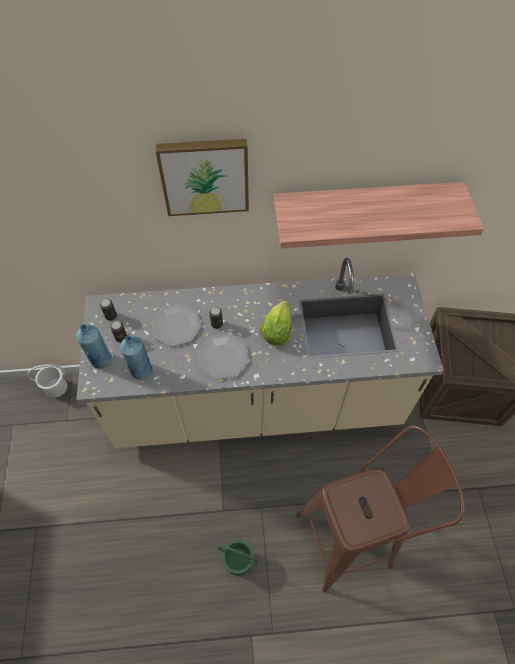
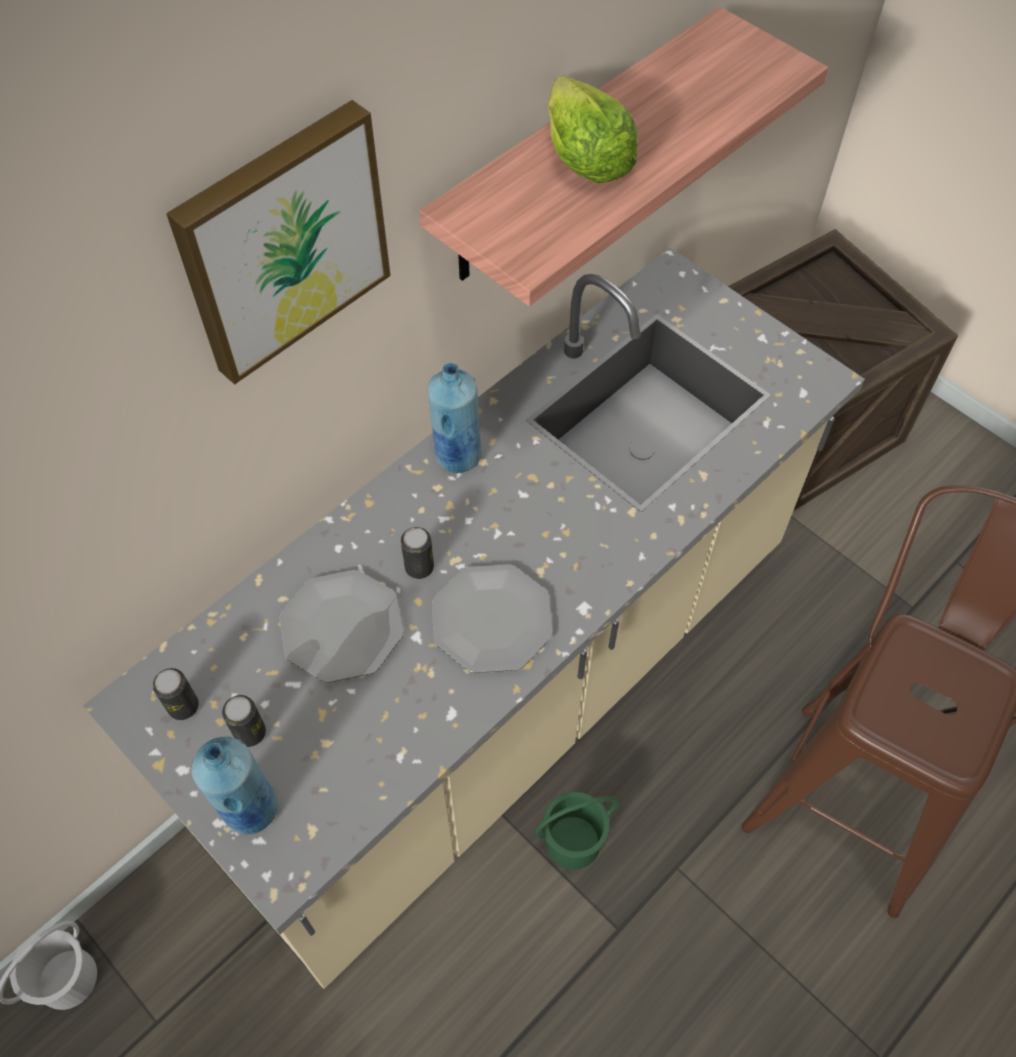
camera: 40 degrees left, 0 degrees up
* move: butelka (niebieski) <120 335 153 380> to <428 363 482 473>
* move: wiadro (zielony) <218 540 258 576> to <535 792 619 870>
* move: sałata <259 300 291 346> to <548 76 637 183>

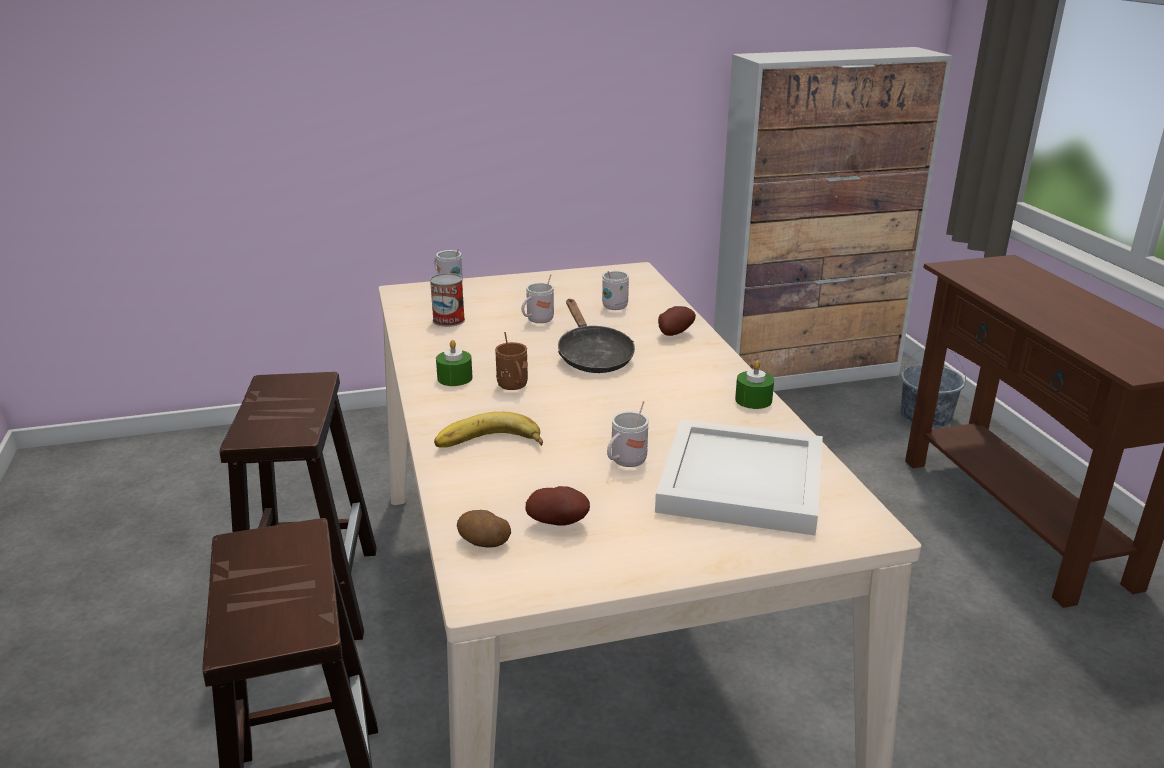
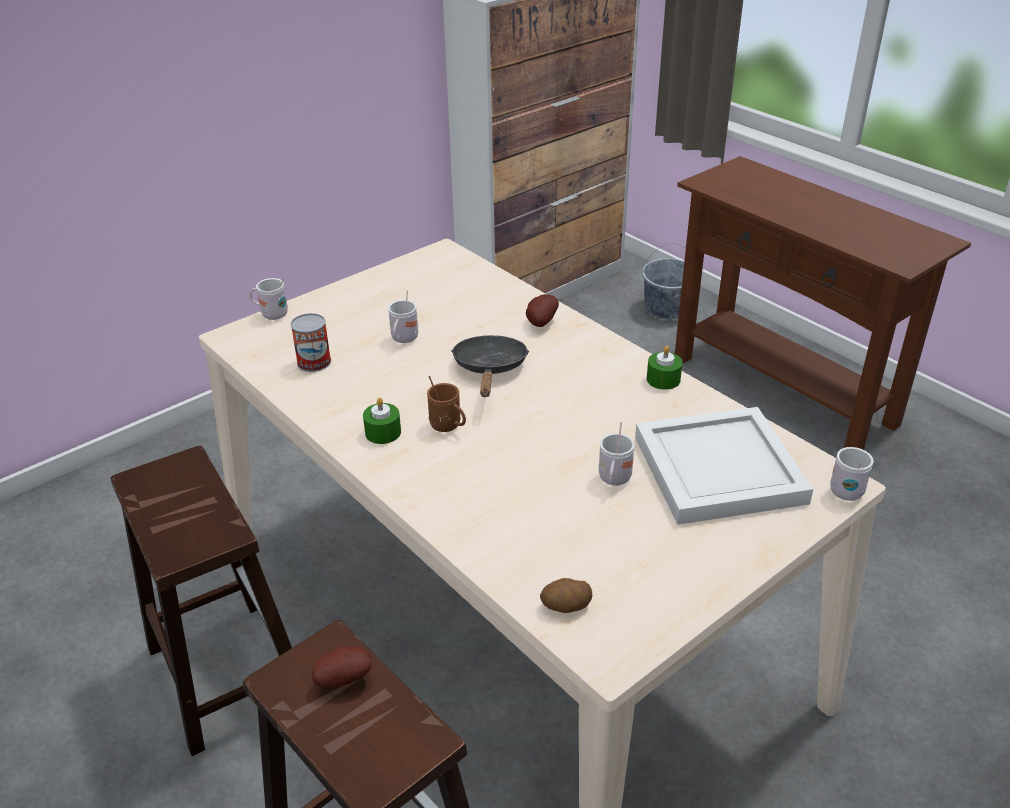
camera: 25 degrees left, 10 degrees up
* delete: banan <434 411 543 448>
* move: ziemniak <525 486 590 526> to <312 645 372 687>
* rotate: patelnia (czarny) <558 299 635 373> = <451 335 529 397> 135 degrees counterclockwise
* move: kubek (biały) <602 271 629 310> to <830 447 874 501>

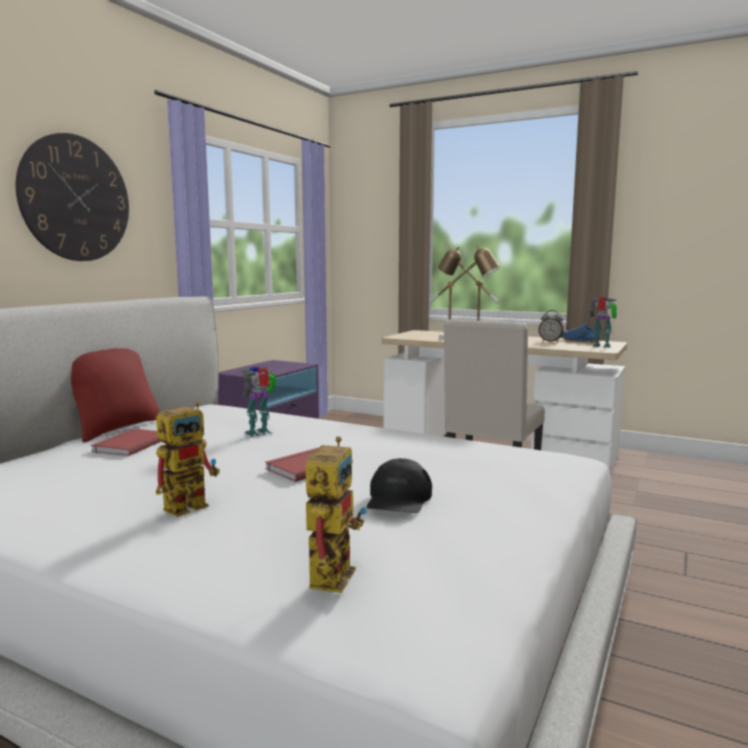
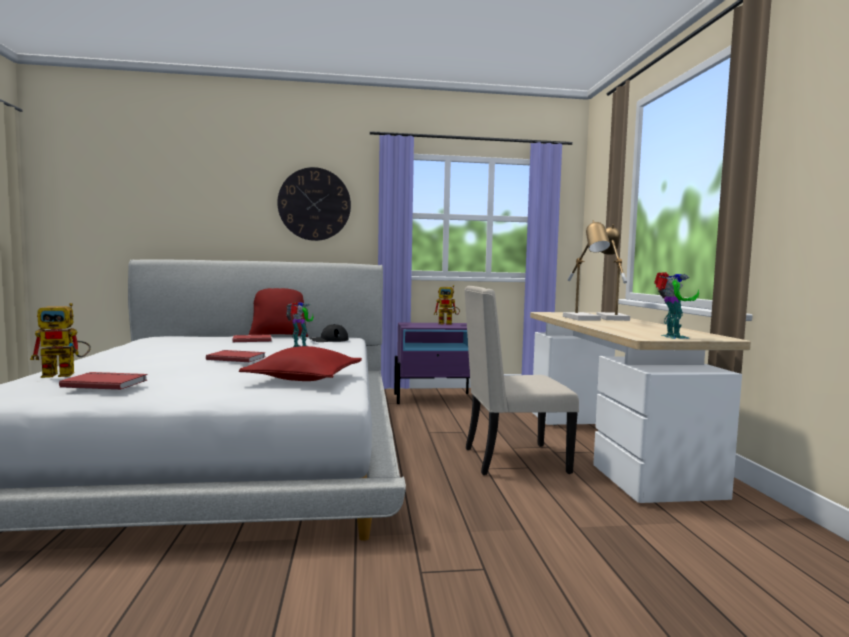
camera: 55 degrees right, 5 degrees down
* move: robot zabawkowy <156 401 220 517> to <434 285 460 325>
* move: czapka z daszkiem (czarny) <367 458 432 513> to <309 324 348 342>
* delete: budzik <539 310 564 342>
* delete: but (niebieski) <561 323 601 343>
* insert: książka (czerwony) <59 372 147 390>
* insert: poduszka (czerwony) <239 346 362 381>

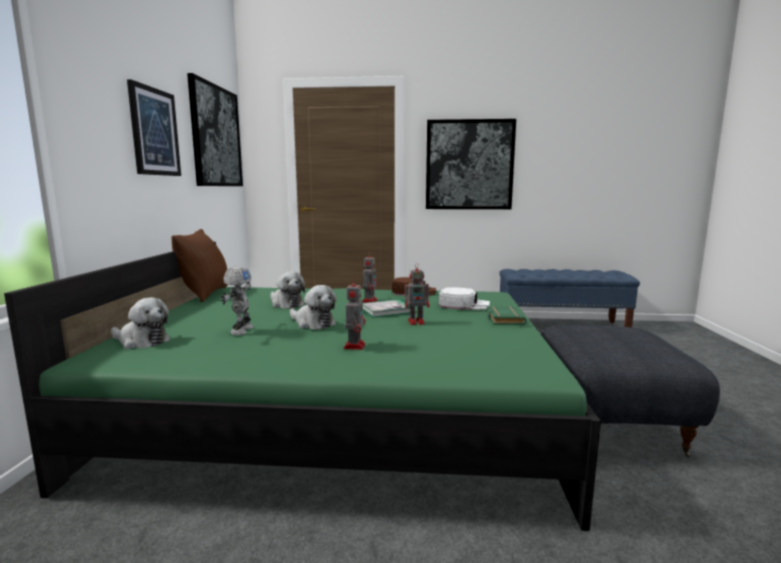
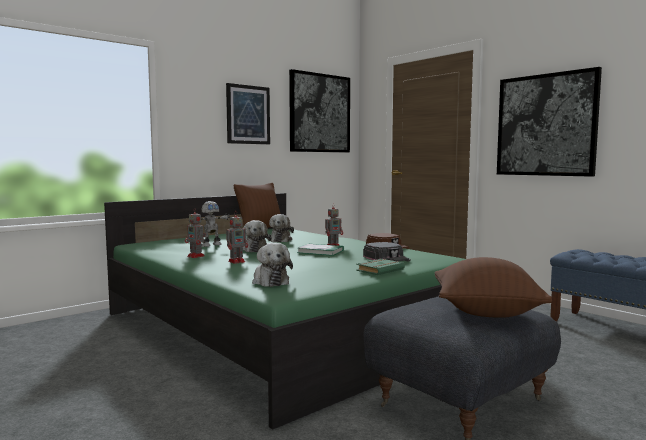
camera: 45 degrees right, 5 degrees down
* move: pluszak <111 297 170 349> to <252 242 293 287>
* move: robot zabawkowy <405 263 430 325> to <185 208 206 258>
* recolor: czapka z daszkiem (biały) <439 287 490 310> to czapka z daszkiem (czarny) <363 242 411 261>
* insert: poduszka (brązowy) <435 257 552 318>

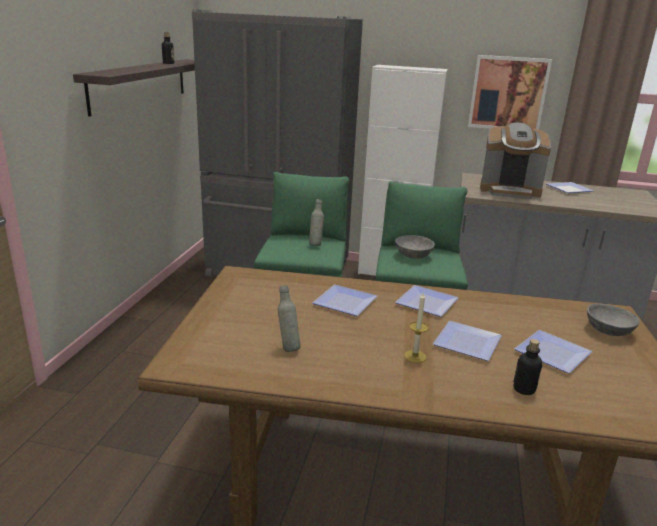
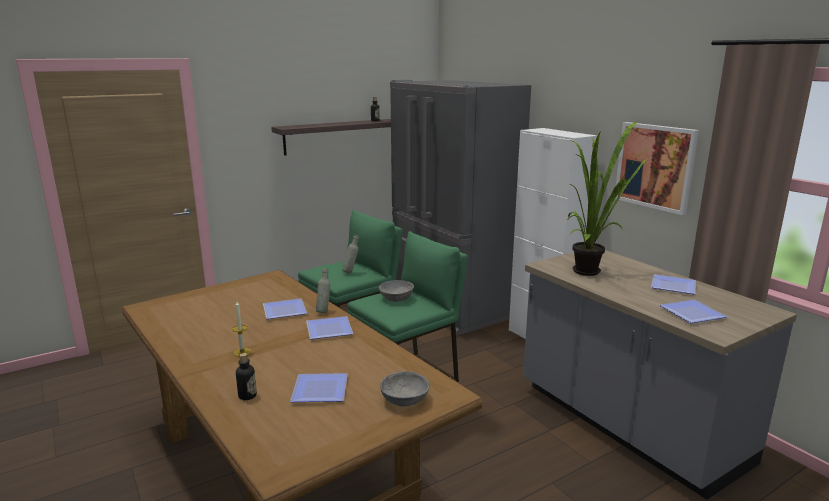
camera: 45 degrees right, 5 degrees down
* move: butelka (szary) <278 285 300 352> to <316 268 330 313>
* move: talerz <433 321 502 361> to <660 300 727 323>
* replace: ekspres do kawy <480 123 551 199> to roślina doniczkowa <568 122 648 276>

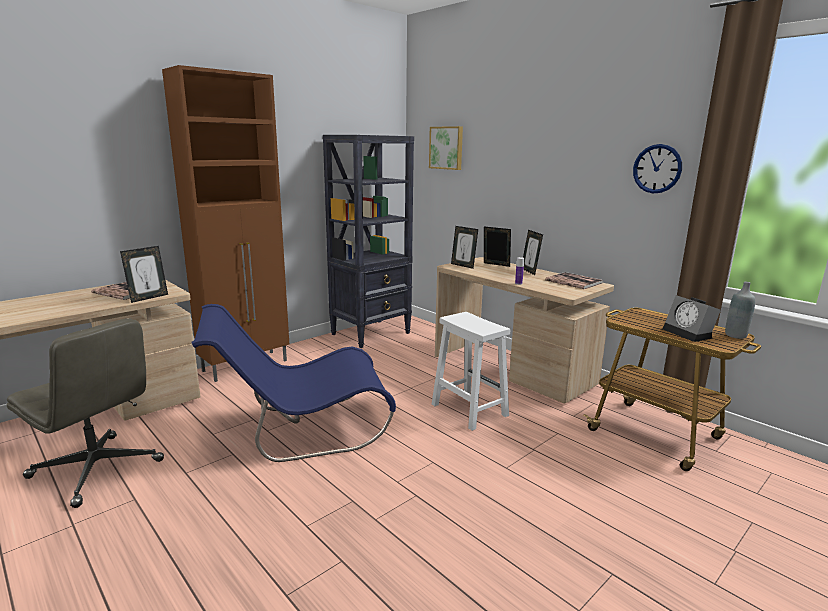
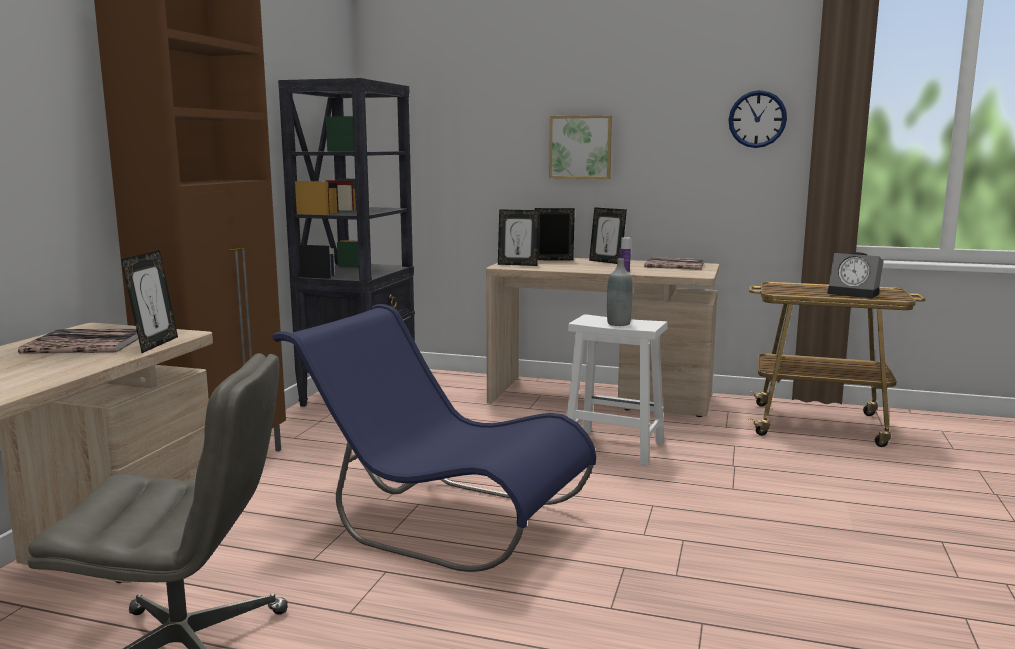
camera: 30 degrees left, 5 degrees down
* rotate: krzesło (niebieski) <192 304 396 462> = <272 304 596 572> 75 degrees clockwise
* move: obraz <429 126 463 170> to <549 115 612 179>
* move: butelka (szary) <725 282 755 339> to <607 258 632 326>

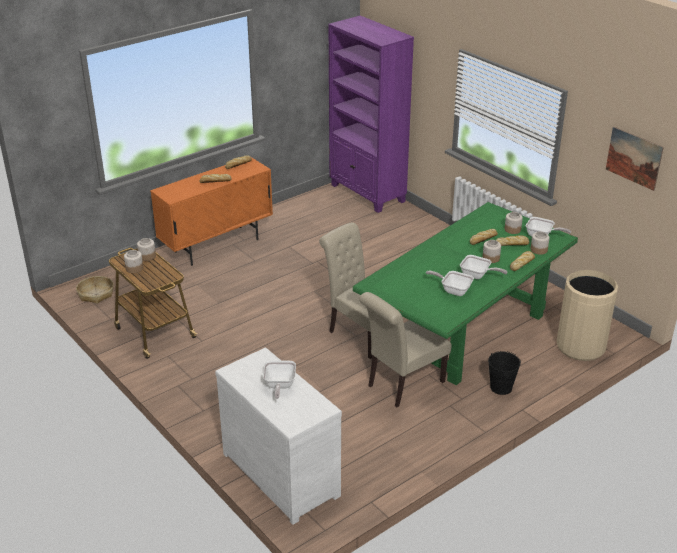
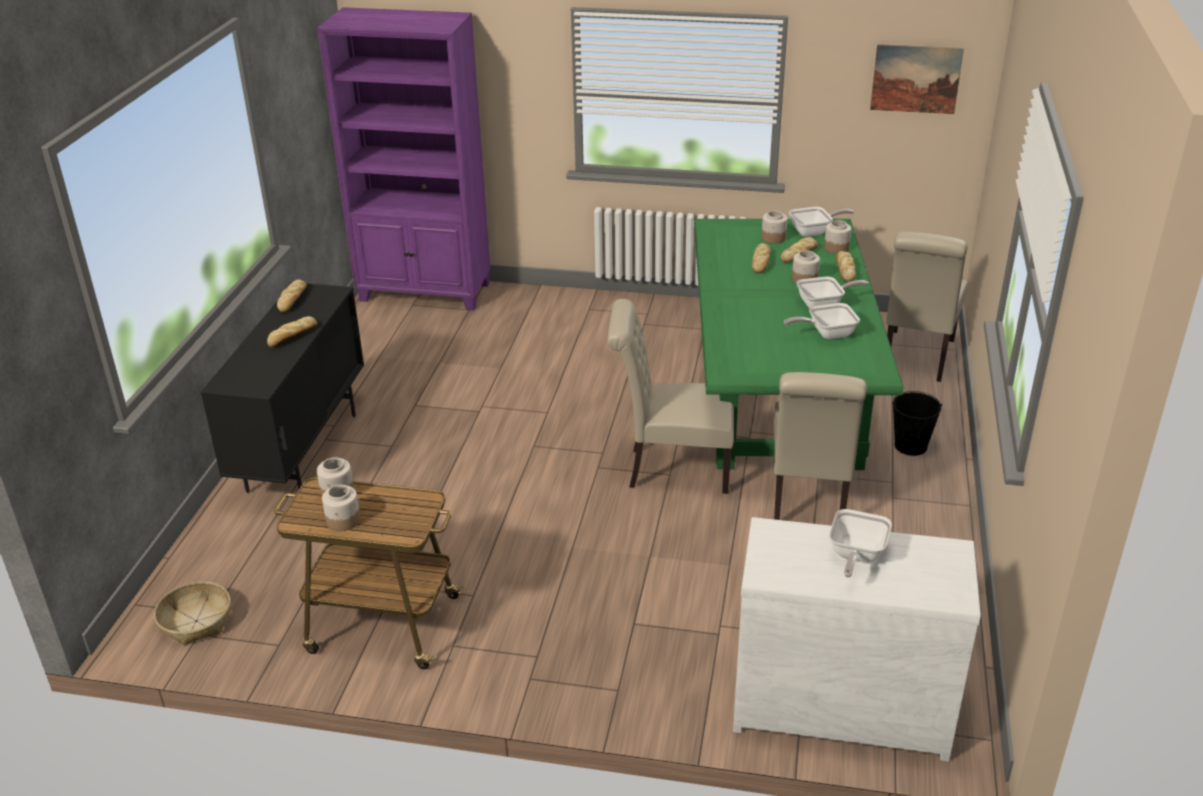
camera: 40 degrees left, 0 degrees up
* recolor: szafka (pomarańczowy) <150 157 273 266> to szafka (czarny) <200 283 364 493>
* rotate: patelnia <263 361 296 399> = <829 509 892 578> 60 degrees clockwise
* replace: kosz na śmieci (beżowy) <556 270 618 361> to krzesło (beżowy) <886 232 968 382>

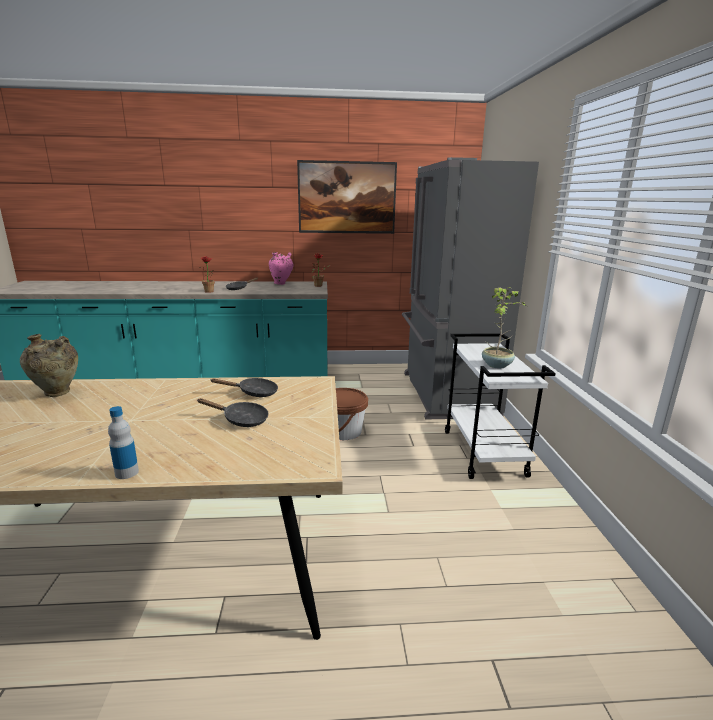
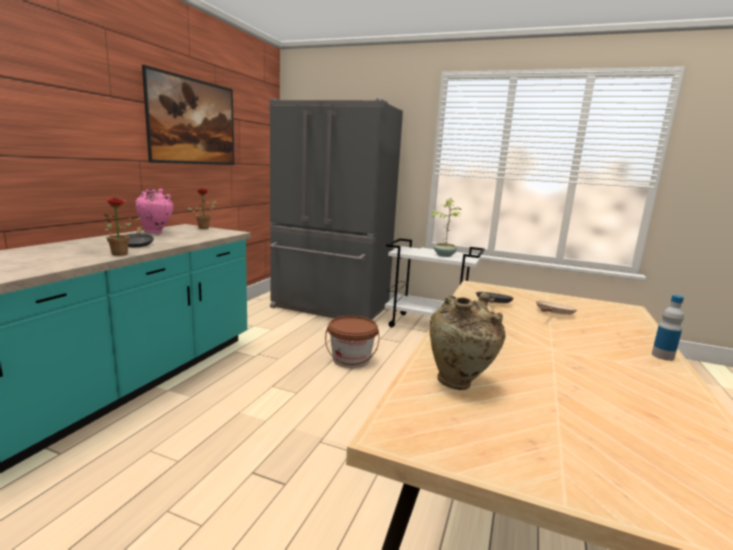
camera: 65 degrees left, 5 degrees down
* recolor: patelnia (czarny) <198 398 269 427> to patelnia (beżowy) <536 301 577 315>

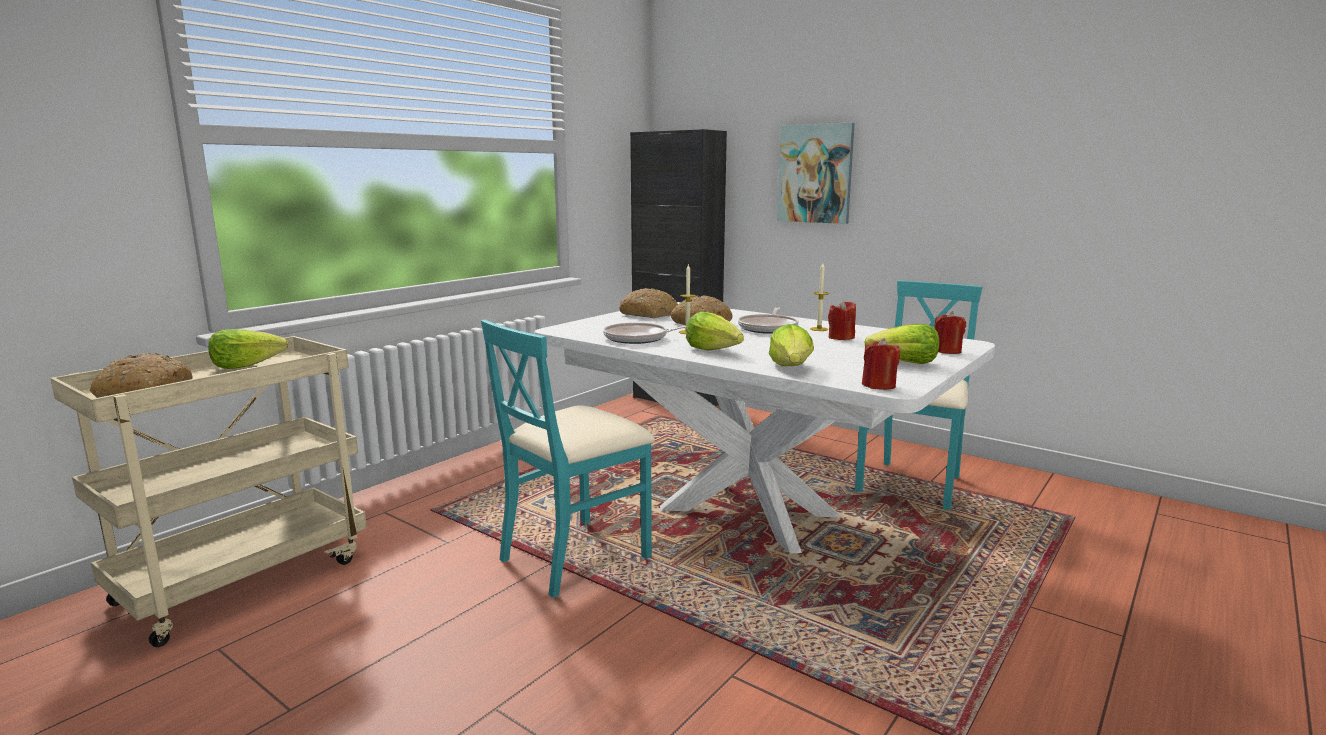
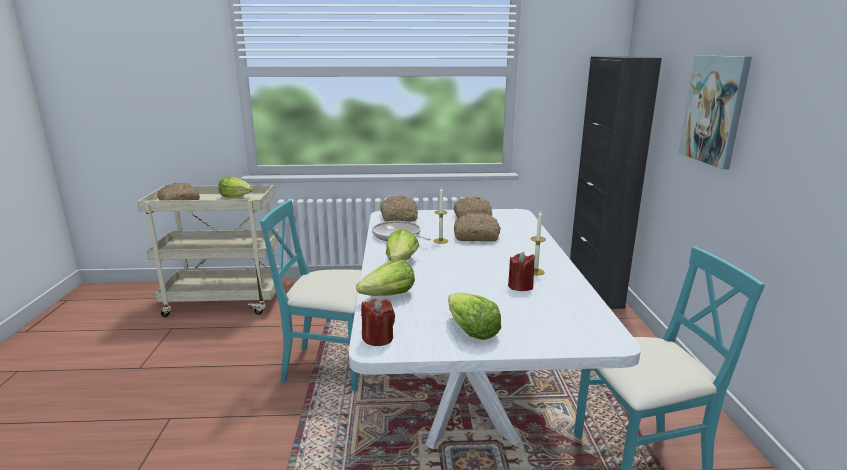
camera: 50 degrees right, 5 degrees up
* delete: patelnia <738 307 799 334>
* delete: świeca (czerwony) <934 311 966 354>
* insert: chleb <380 196 418 222>

